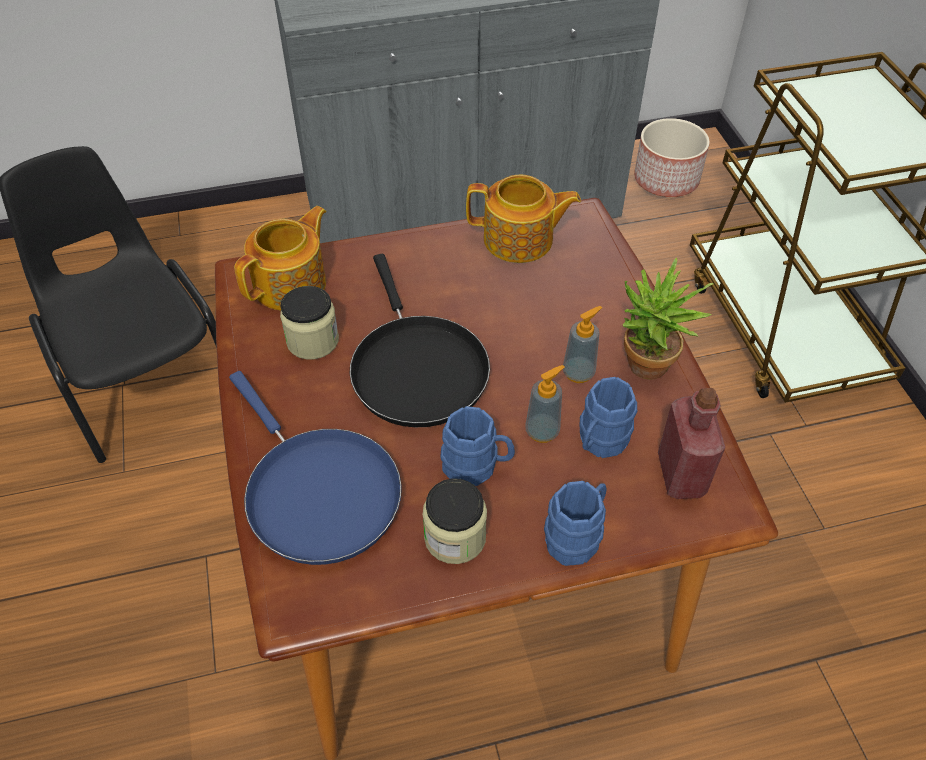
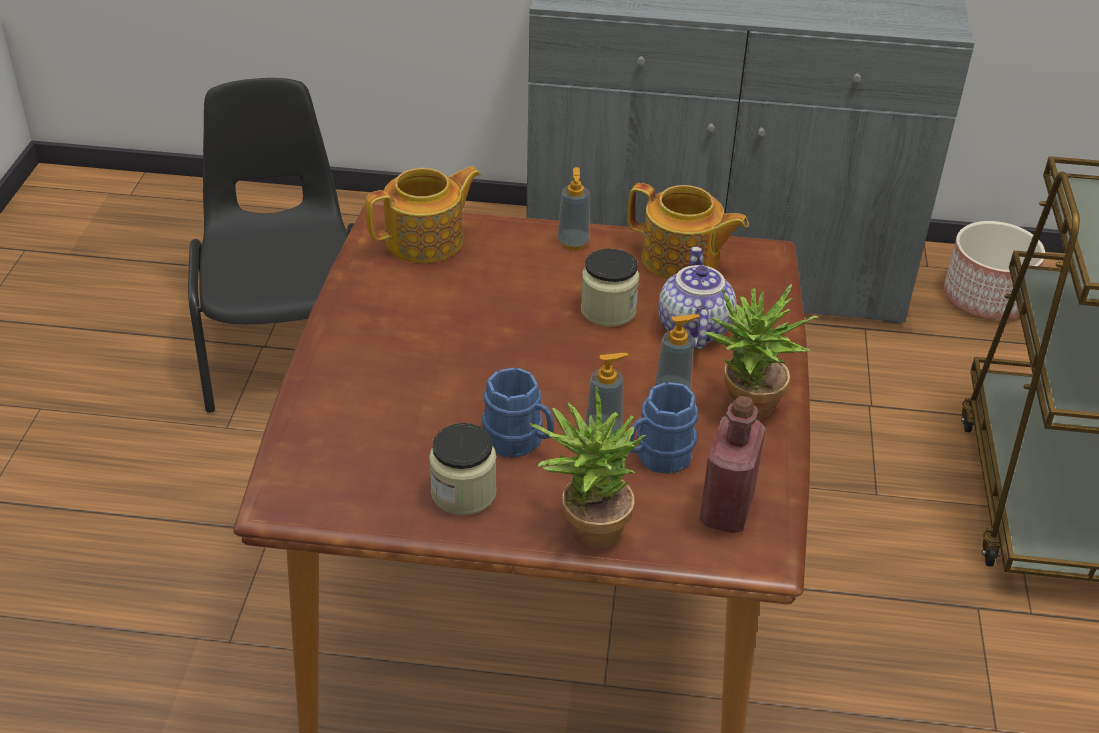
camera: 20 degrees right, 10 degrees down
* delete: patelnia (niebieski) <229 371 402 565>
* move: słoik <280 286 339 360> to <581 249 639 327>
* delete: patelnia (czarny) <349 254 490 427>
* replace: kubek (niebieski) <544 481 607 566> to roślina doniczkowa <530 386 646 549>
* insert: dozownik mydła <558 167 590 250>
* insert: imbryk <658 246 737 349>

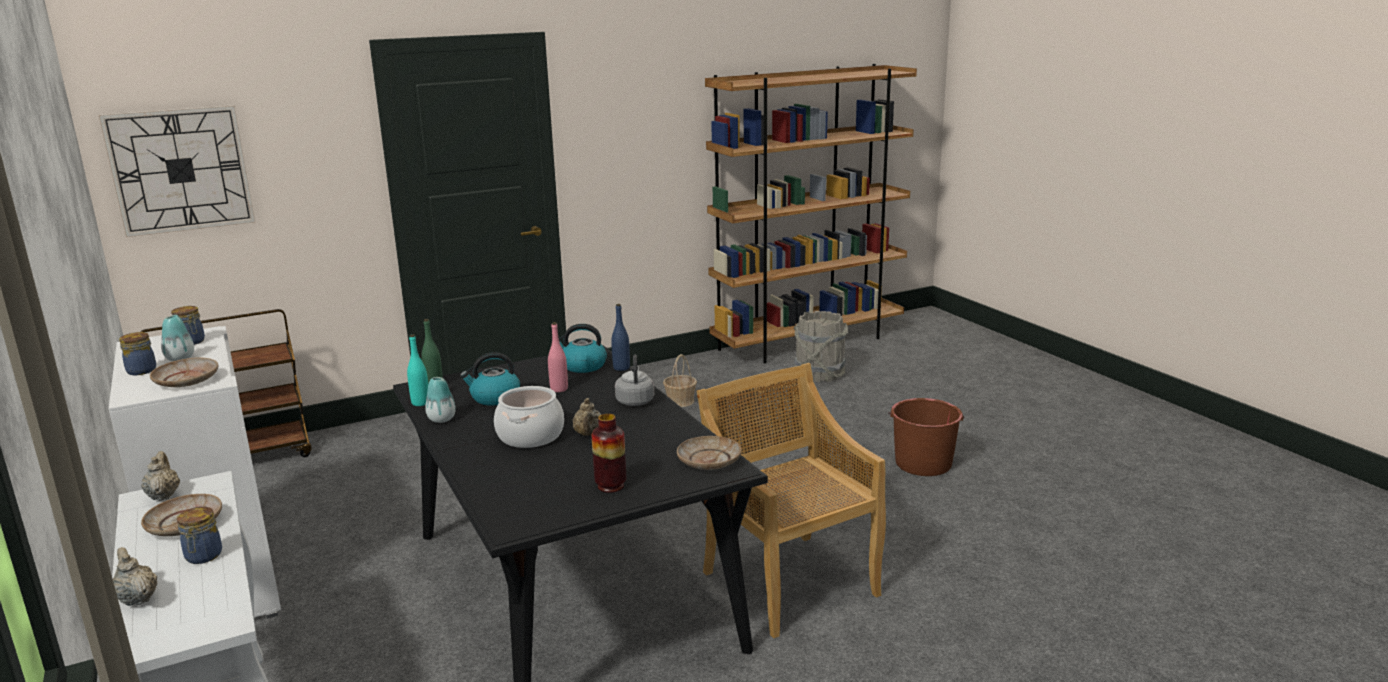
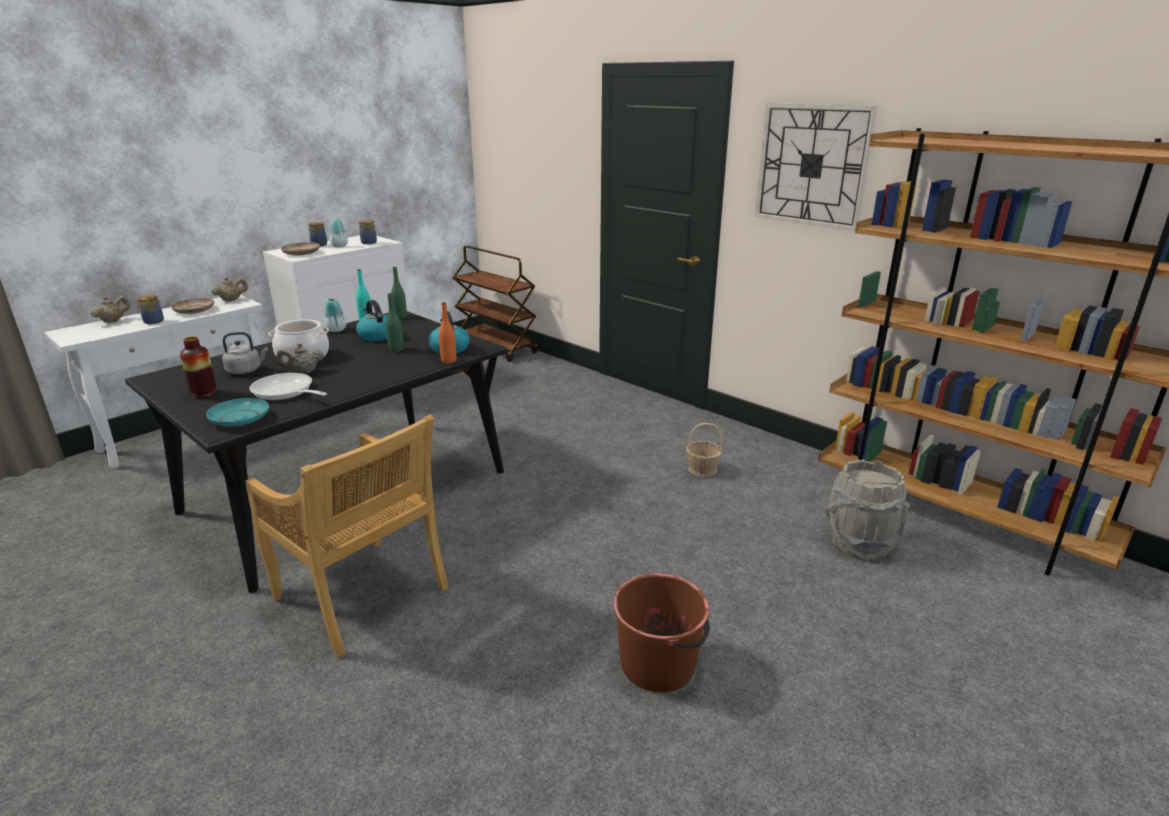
camera: 70 degrees right, 5 degrees up
* move: zegar ścienny <99 105 255 237> to <755 103 878 231>
* recolor: butelka (różowy) <548 322 568 392> to butelka (zielony) <386 293 404 352>
* recolor: butelka (niebieski) <611 304 630 371> to butelka (pomarańczowy) <439 302 456 363>
* move: czajnik (szary) <615 355 654 406> to <222 332 268 374>
* recolor: talerz (beżowy) <677 436 742 470> to talerz (turkusowy) <206 398 269 427>
* rotate: krzesło (beżowy) <697 363 886 638> = <245 415 448 657> 90 degrees clockwise
* insert: patelnia <249 373 327 400>

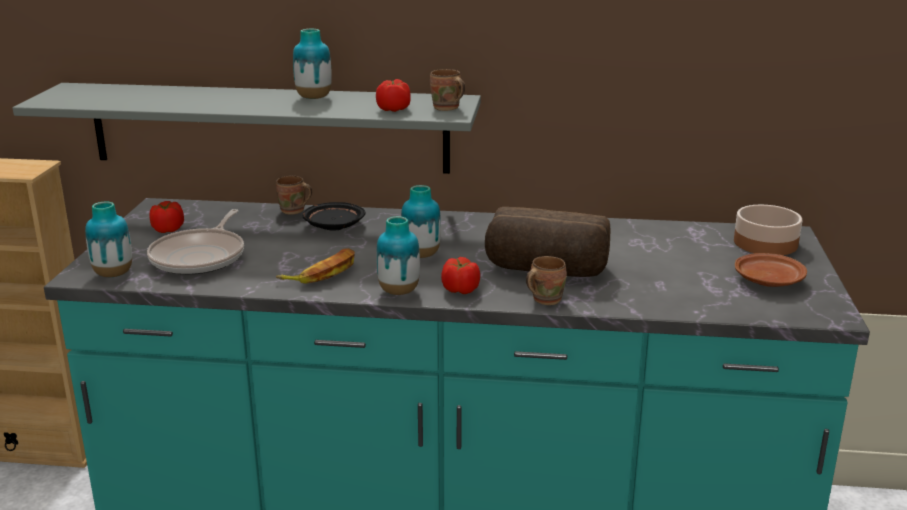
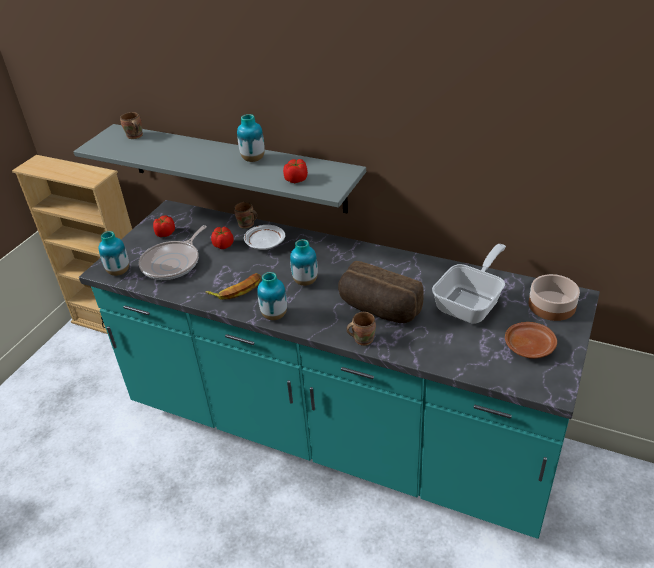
camera: 20 degrees right, 15 degrees up
* recolor: talerz (czarny) <302 202 365 231> to talerz (biały) <244 225 285 250>
* move: kubek (brązowy) <430 69 465 111> to <120 112 143 139>
* move: pomidor <441 257 480 294> to <211 227 234 249>
* insert: patelnia <432 244 506 324>

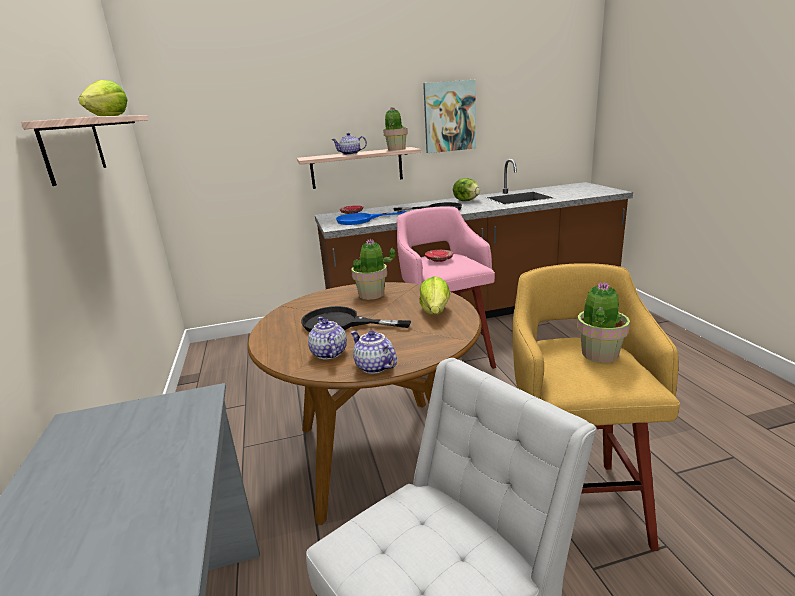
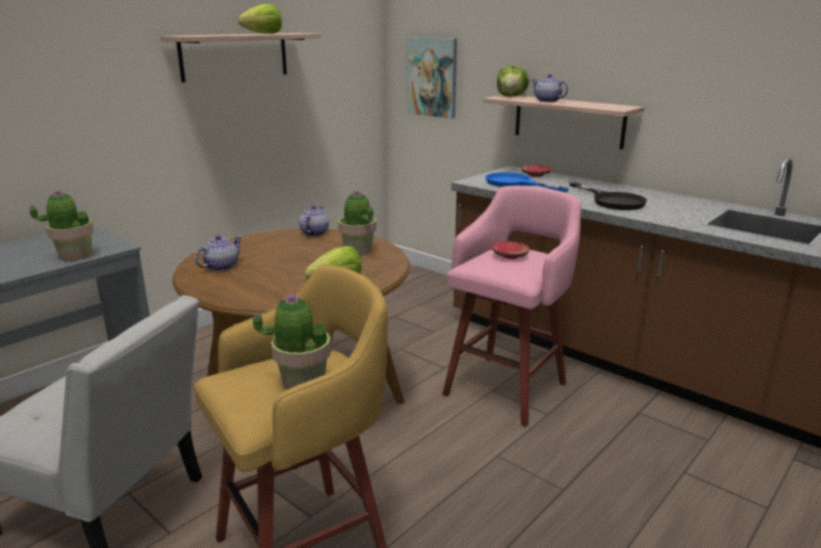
camera: 55 degrees right, 0 degrees up
* delete: patelnia (czarny) <301 306 411 332>
* move: imbryk <351 330 397 374> to <299 205 329 236>
* move: roślina doniczkowa <383 107 408 151> to <29 190 94 261>
* move: obraz <423 80 476 153> to <407 37 457 119>
* move: sałata <453 178 480 201> to <497 66 529 97>

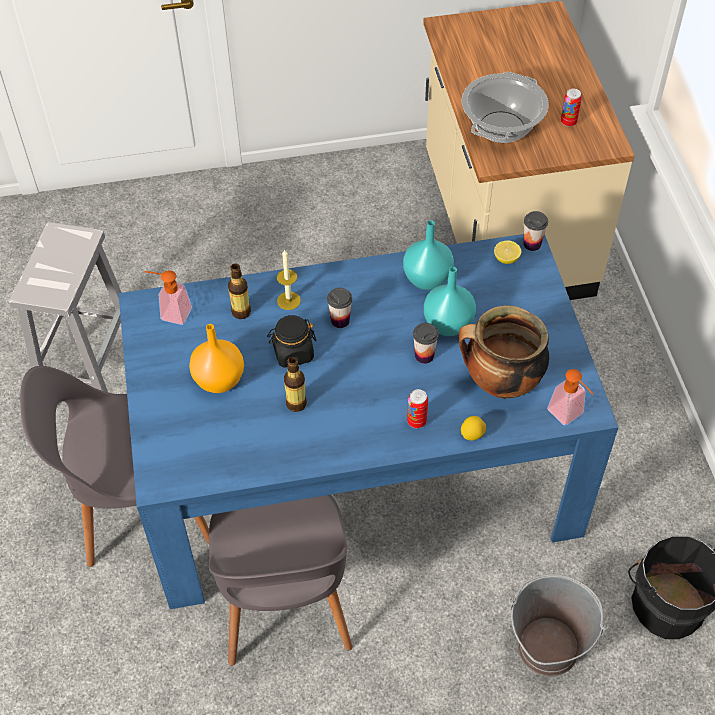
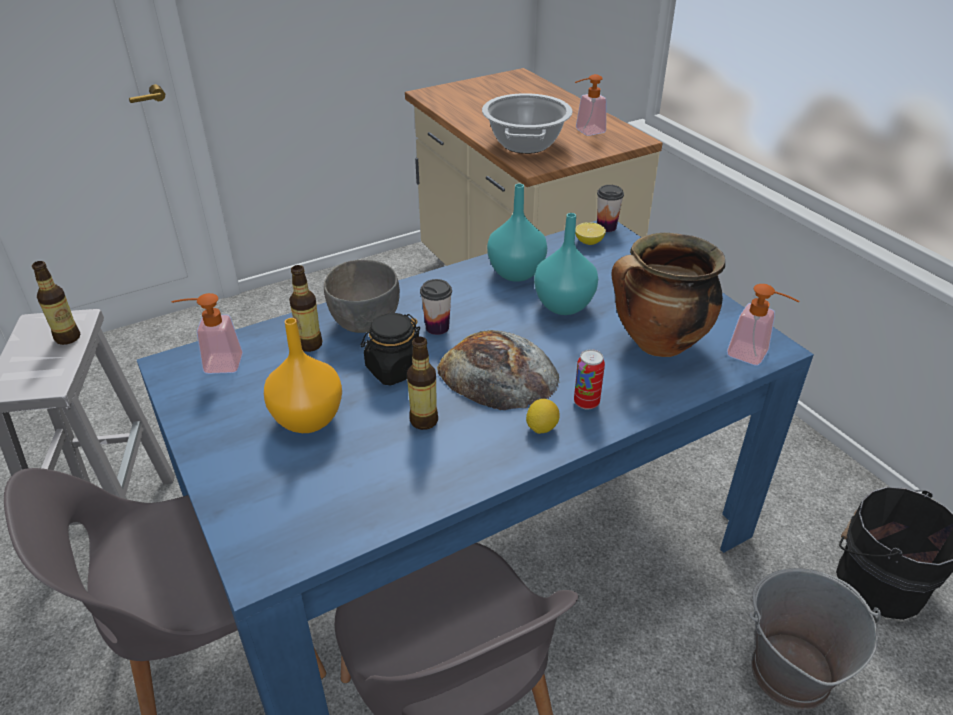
camera: 20 degrees left, 15 degrees down
* replace: świeca <277 249 301 310> to miska (szary) <324 260 400 333>
* delete: filiżanka <413 323 439 364>
* move: cytryna <461 416 486 441> to <526 399 560 434>
* replace: puszka <561 89 582 127> to dozownik mydła <575 74 606 136>
* insert: butelka <32 261 80 345>
* insert: chleb <437 330 560 410>

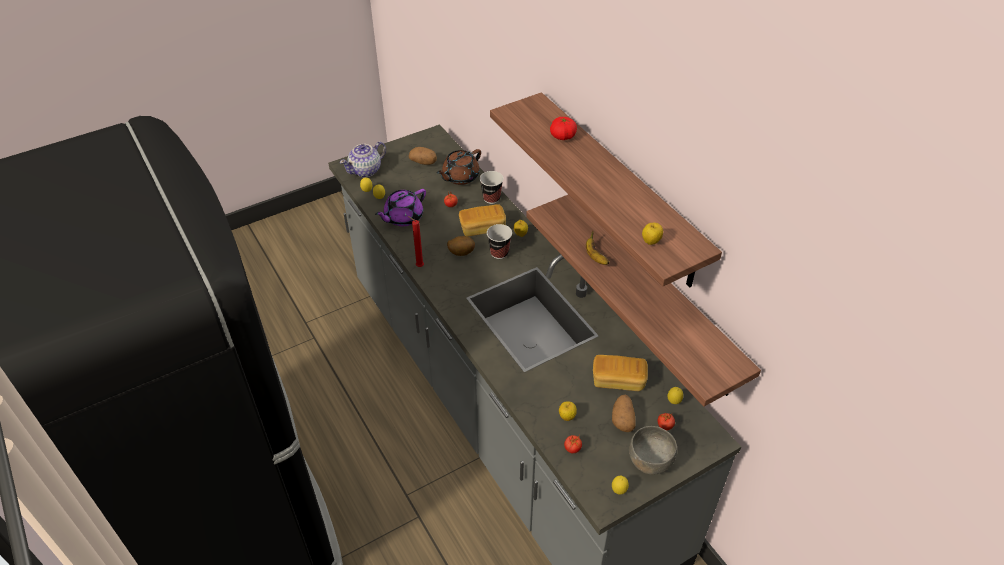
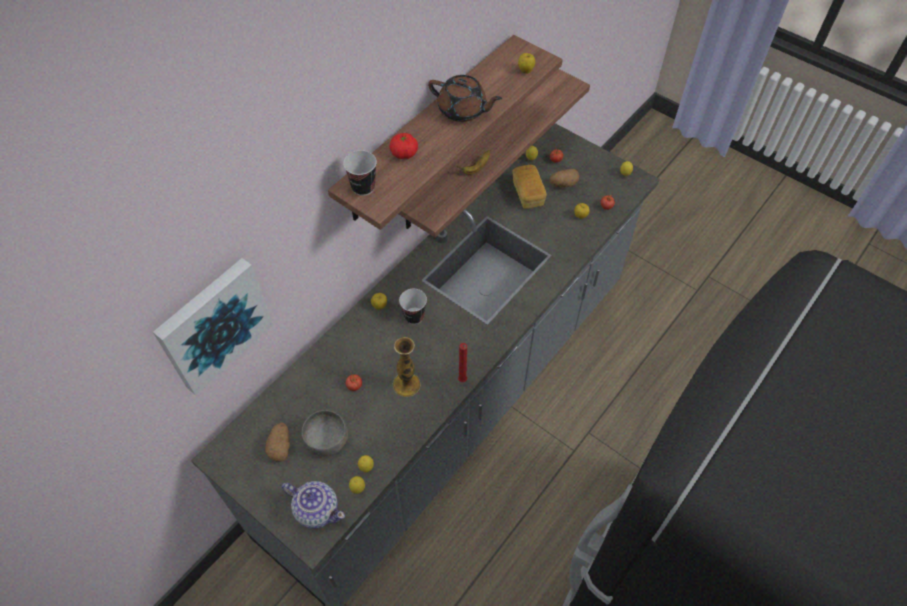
camera: 110 degrees left, 10 degrees up
* delete: imbryk (fioletowy) <375 189 426 226>
* move: imbryk (brązowy) <436 149 481 185> to <428 75 502 122>
* delete: ziemniak <447 236 475 256>
* delete: chleb <459 204 506 237>
* move: filiżanka <480 171 504 204> to <343 150 377 196>
* move: miska (szary) <629 426 677 475> to <301 410 348 456>
* insert: obraz <153 258 273 395>
* insert: wazon <393 337 421 397>

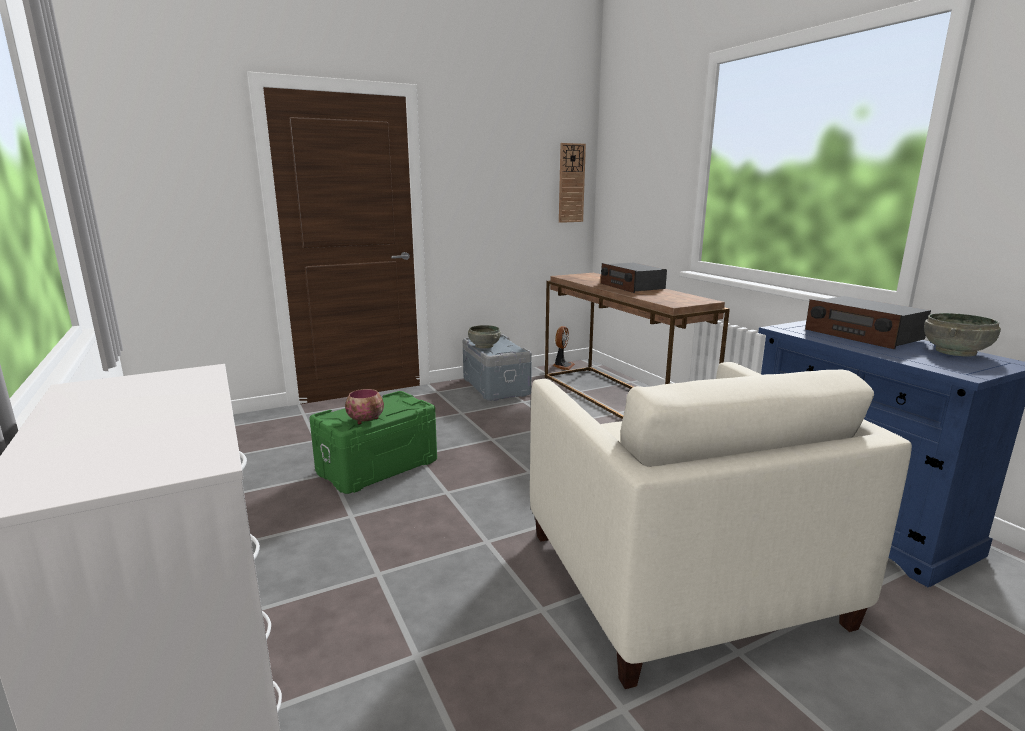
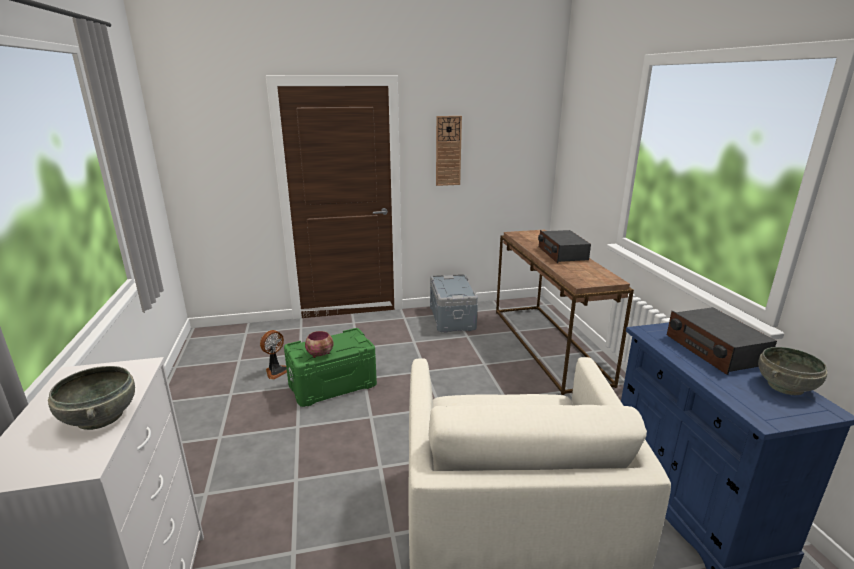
camera: 15 degrees right, 5 degrees up
* move: miska (szary) <468 325 501 349> to <48 366 135 430>
* move: wentylator <553 326 575 370> to <260 330 287 379>
* move: zegar ścienny <559 143 586 223> to <436 116 462 186>

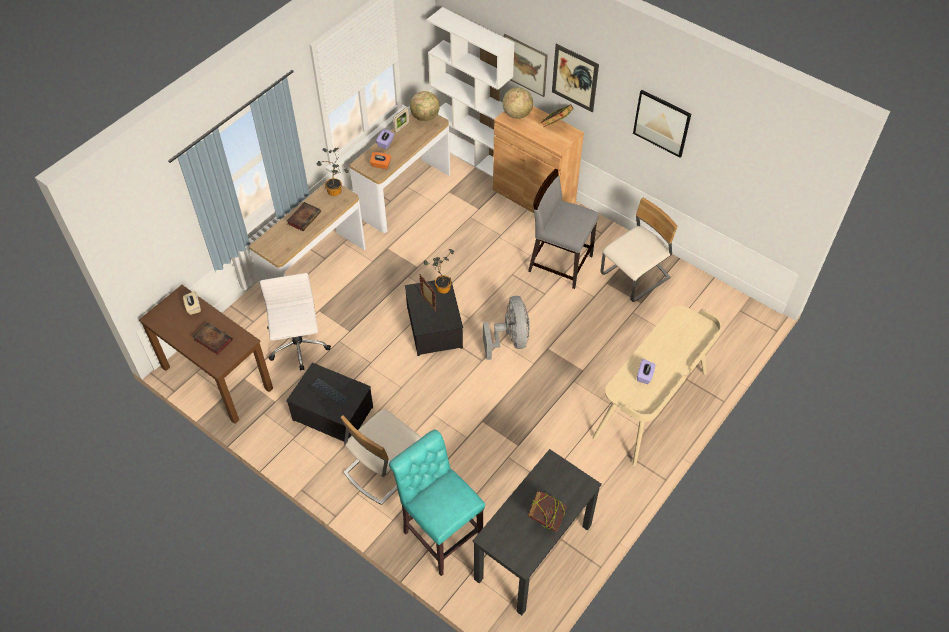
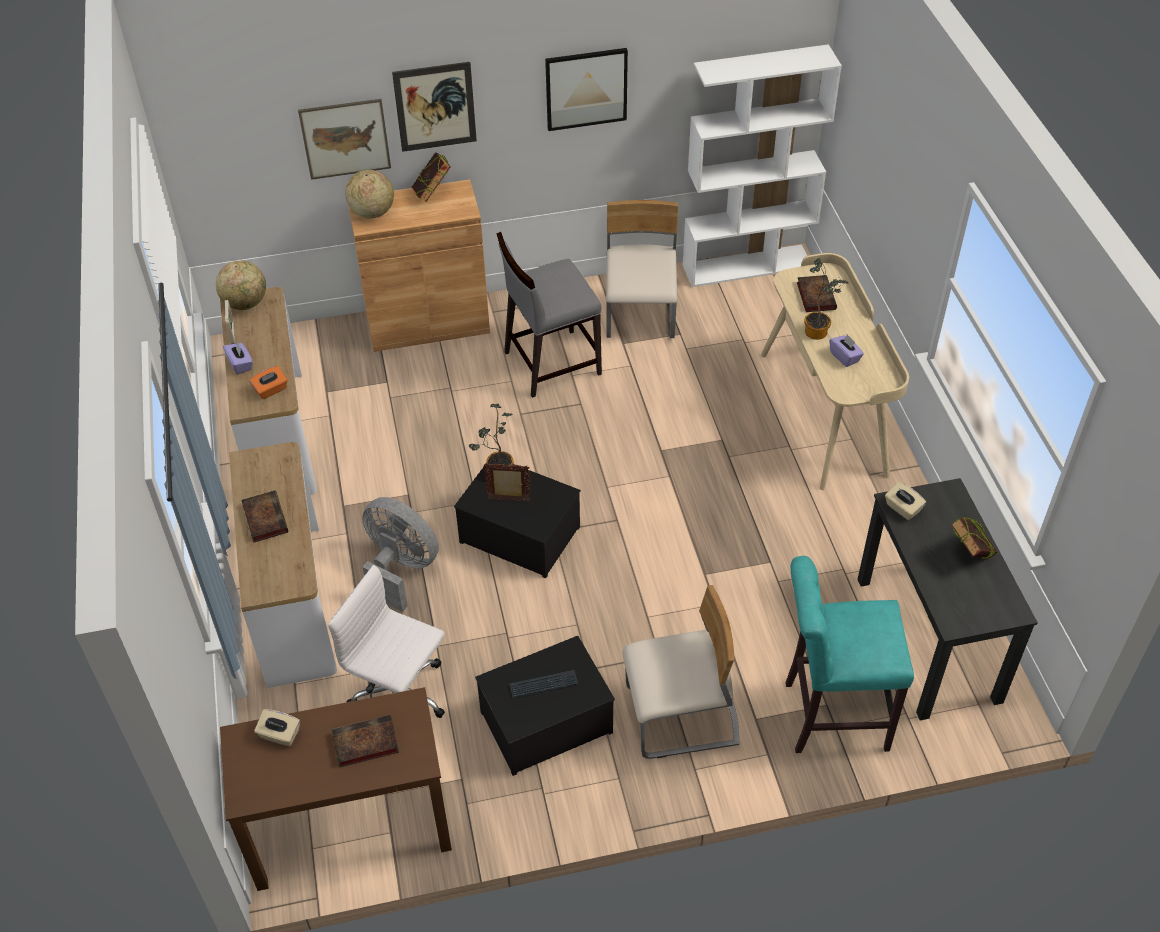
camera: 50 degrees left, 5 degrees down
* move: roślina doniczkowa <317 148 349 196> to <804 258 849 340>
* rotate: krzesło (beżowy) <341 409 422 505> = <622 585 739 759> 90 degrees counterclockwise
* move: regał (biały) <426 7 515 177> to <683 44 842 287>
* move: wentylator (szary) <483 296 530 360> to <362 497 439 612>
* insert: książka <797 275 837 312>
* insert: pudełko chusteczek (beżowy) <885 482 926 520>

